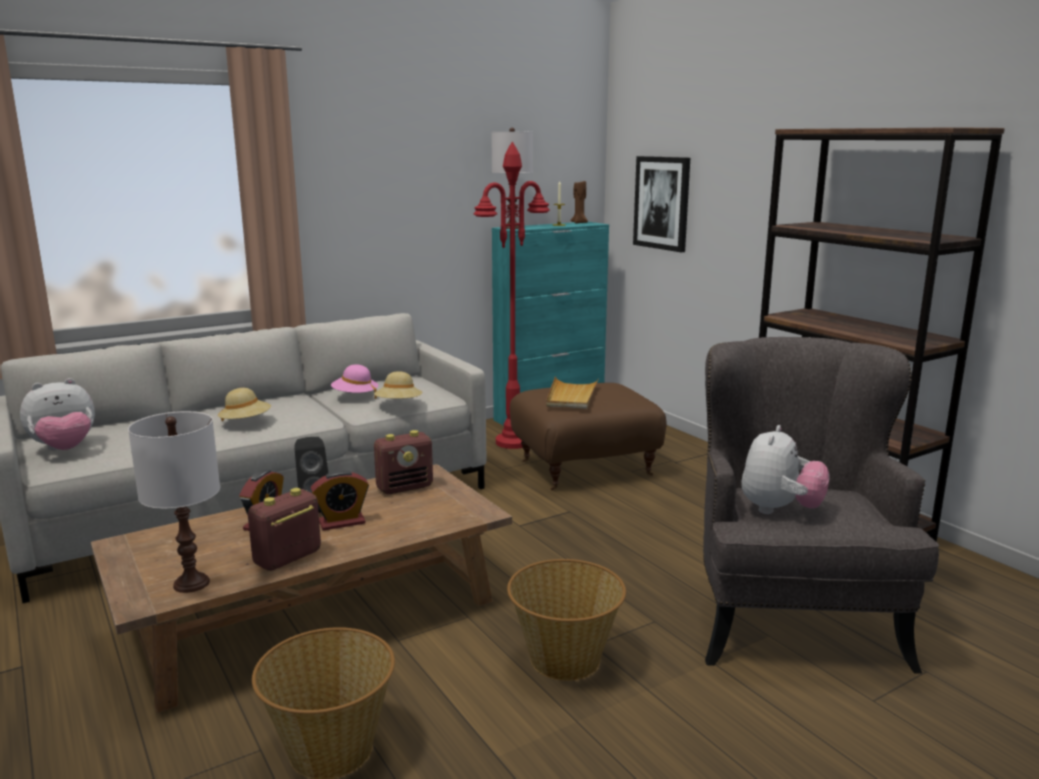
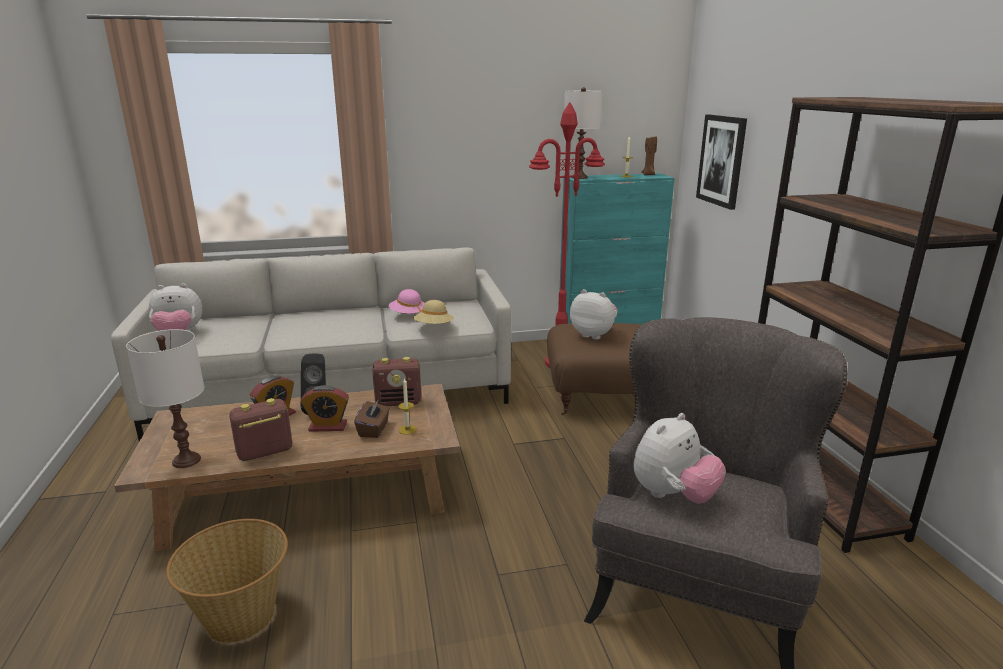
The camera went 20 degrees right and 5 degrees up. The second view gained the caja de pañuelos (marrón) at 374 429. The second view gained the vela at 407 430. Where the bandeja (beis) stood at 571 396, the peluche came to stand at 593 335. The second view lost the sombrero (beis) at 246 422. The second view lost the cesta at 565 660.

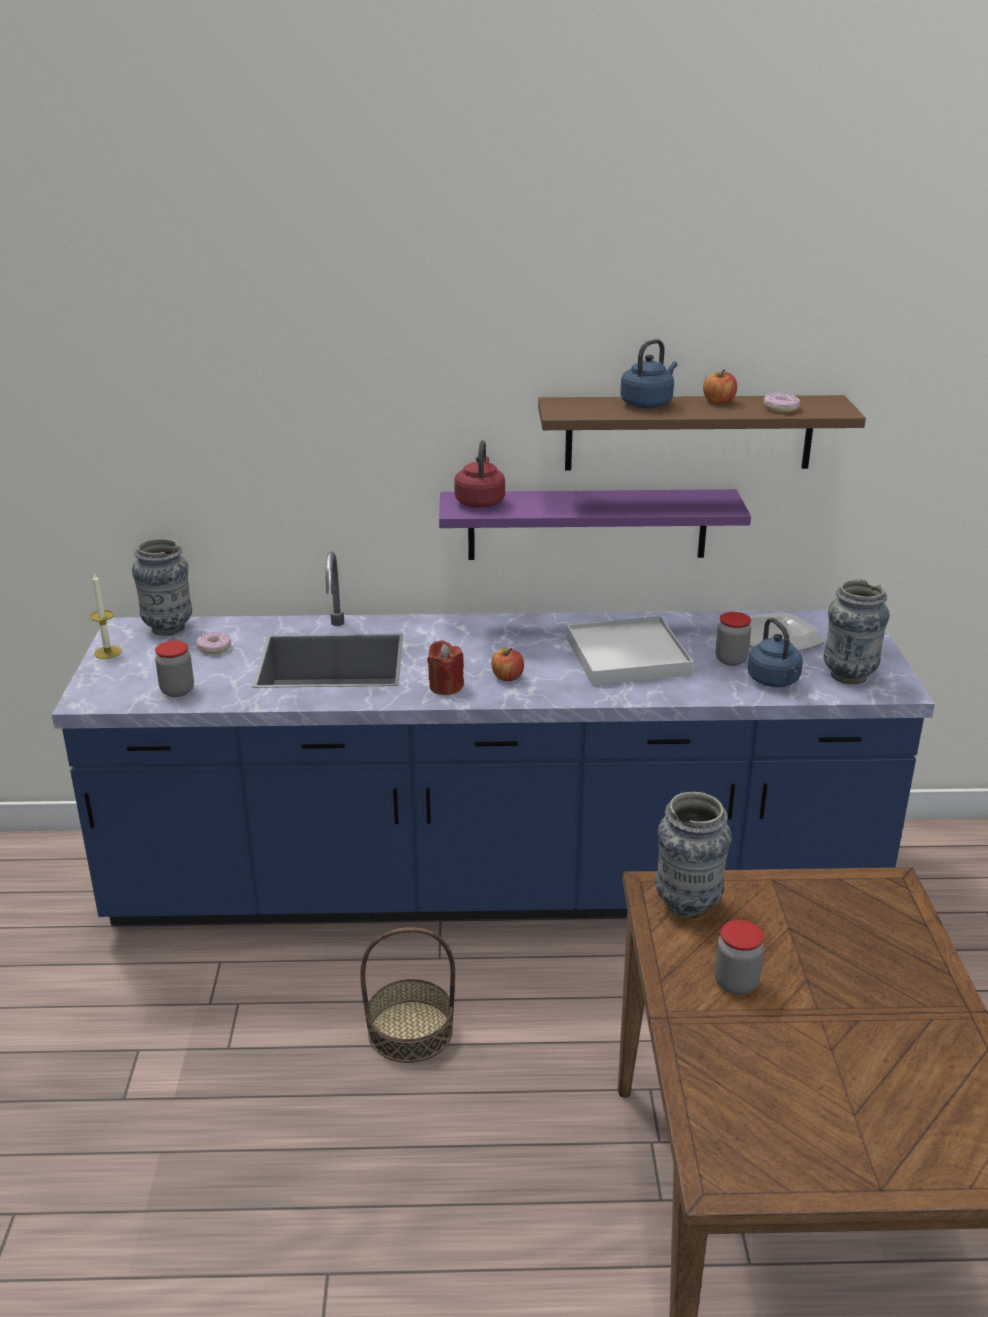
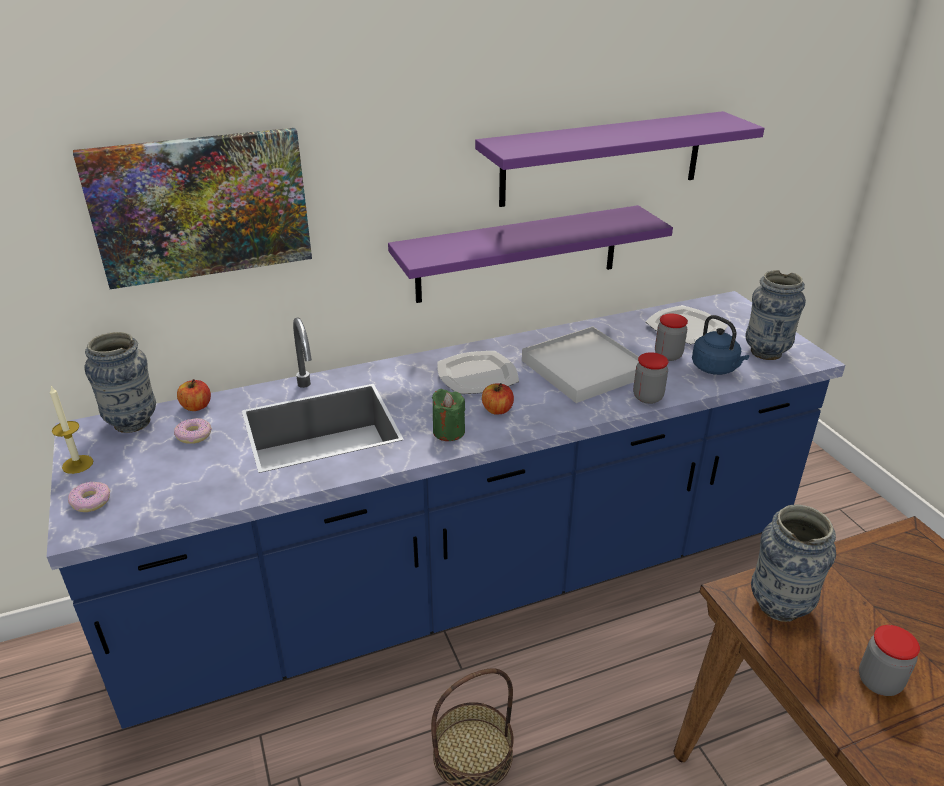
The camera went 20 degrees left and 5 degrees up. The rosquilla ended up elsewhere, having gone from 781 408 to 91 501. The second view gained the cuadro at 201 206. The manzana ended up elsewhere, having gone from 718 402 to 196 406. What was the vela (rojo) at 445 686 turned into the vela (verde) at 448 431. The second view gained the plato at 478 376. What was the estante (marrón) at 689 432 turned into the estante (morado) at 602 159. The tarro ended up elsewhere, having gone from 177 690 to 647 397. The second view lost the hervidor (rojo) at 480 501. The second view lost the hervidor (azul) at 648 404.

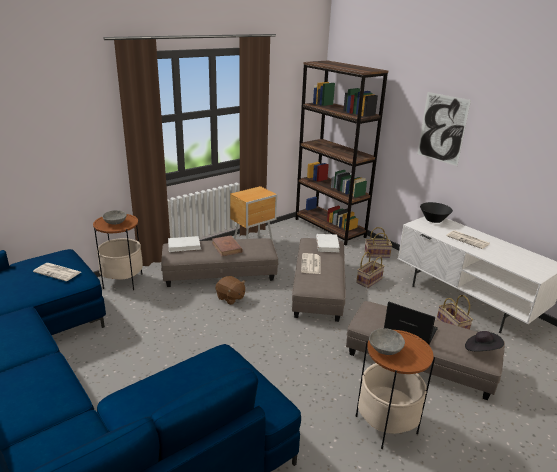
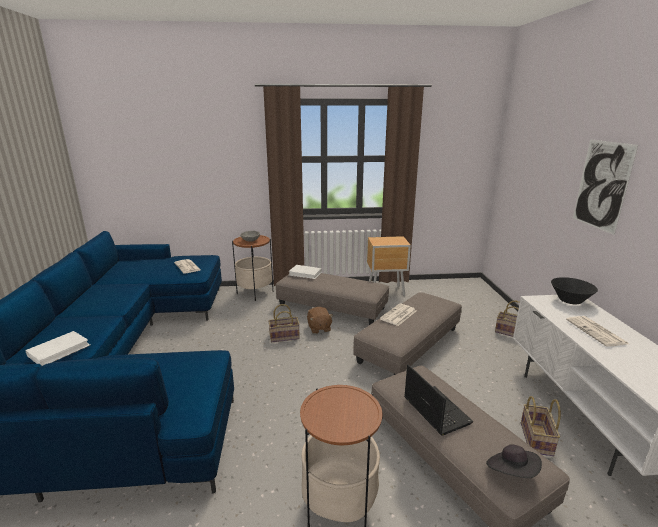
The camera went 35 degrees right and 5 degrees down. The libro (blanco) ended up elsewhere, having gone from 327 244 to 59 350. The cesta ended up elsewhere, having gone from 369 280 to 285 336. The second view lost the libro (marrón) at 226 247. The second view lost the estantería (marrón) at 330 228. The second view lost the cuenco (gris) at 385 349.

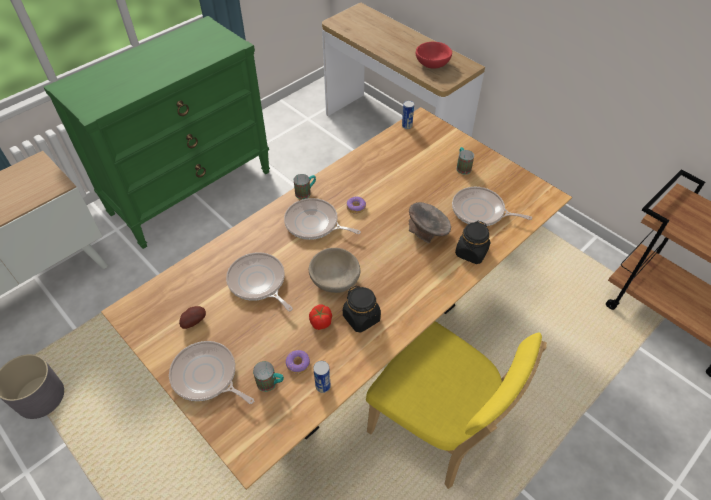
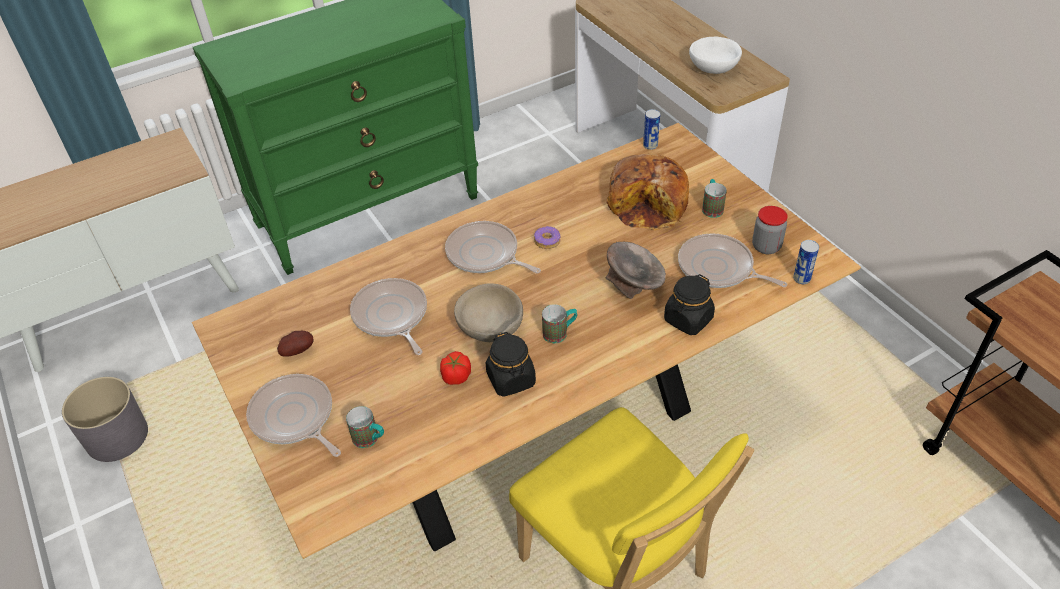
The camera went 15 degrees right and 5 degrees down. The taza grande ended up elsewhere, having gone from 306 192 to 560 333. The second view gained the pan at 649 204. What was the cuenco (rojo) at 432 64 turned into the cuenco (blanco) at 713 68. The second view gained the tarro at 766 247. The lata ended up elsewhere, having gone from 323 386 to 801 278. The second view lost the rosquilla at 298 364.

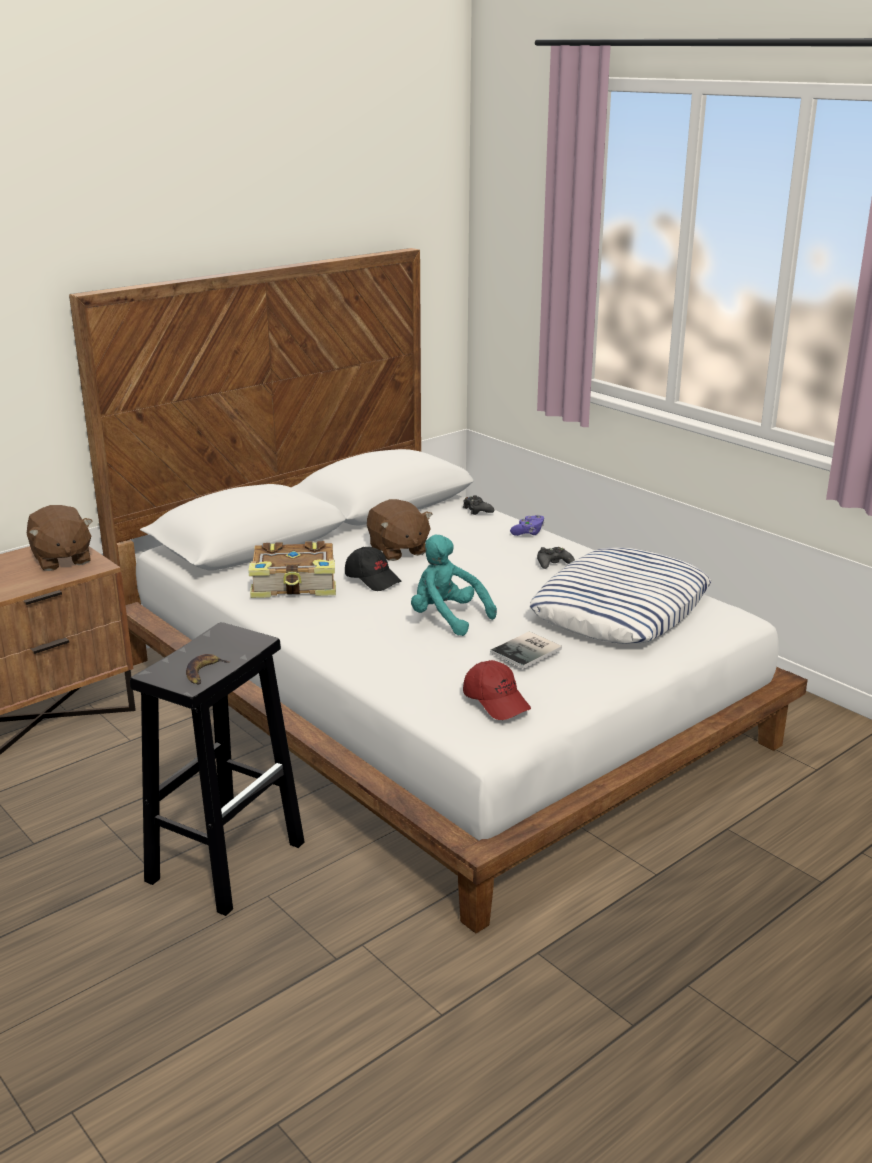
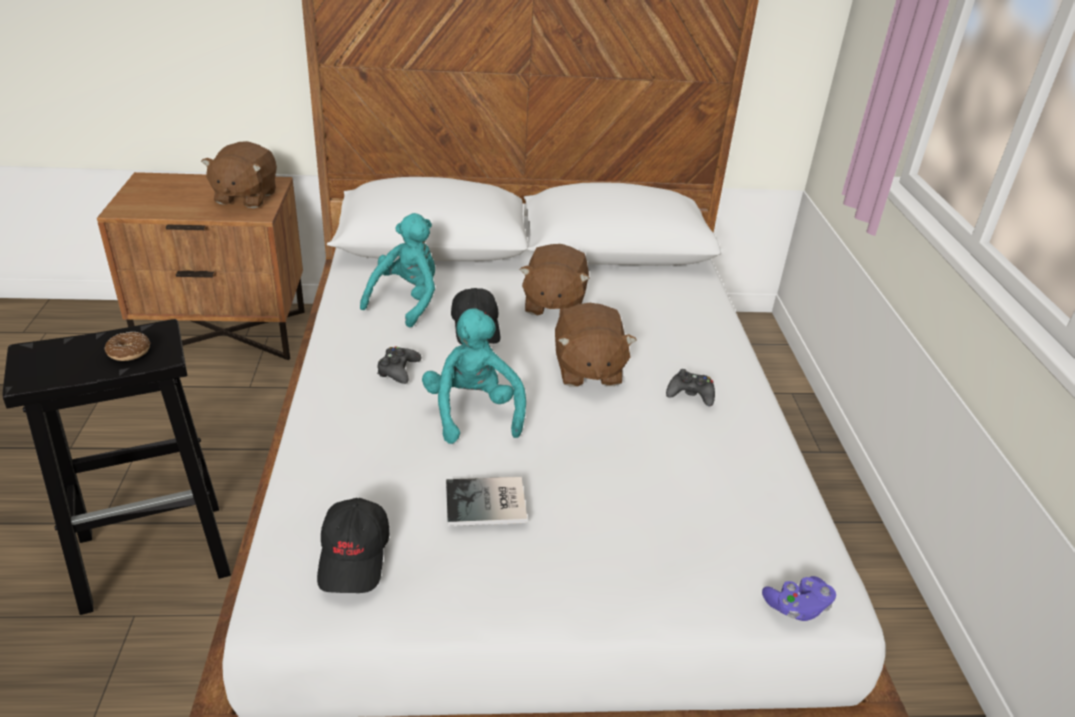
The camera went 35 degrees right and 10 degrees up. The second view gained the rosquilla at 129 352. What was the gorra (rojo) at 496 701 turned into the gorra (negro) at 355 556. Where the libro stood at 295 584, the peluche (turquesa) came to stand at 406 301. The mando de consola (negro) ended up elsewhere, having gone from 477 510 to 398 370. The second view gained the peluche (marrón) at 587 370. The mando de consola (morado) ended up elsewhere, having gone from 528 533 to 796 607. The second view lost the plátano at 204 673. The second view lost the cojín at 620 608.

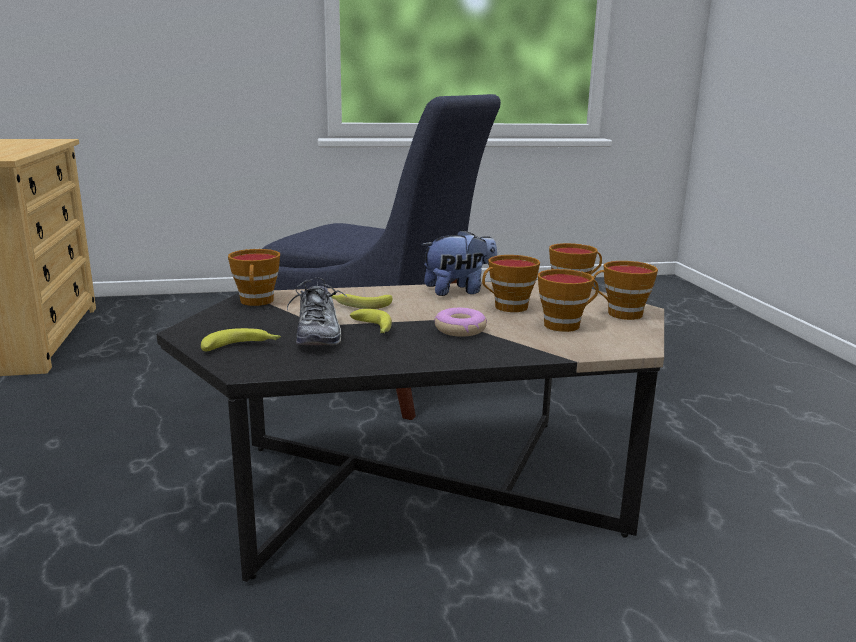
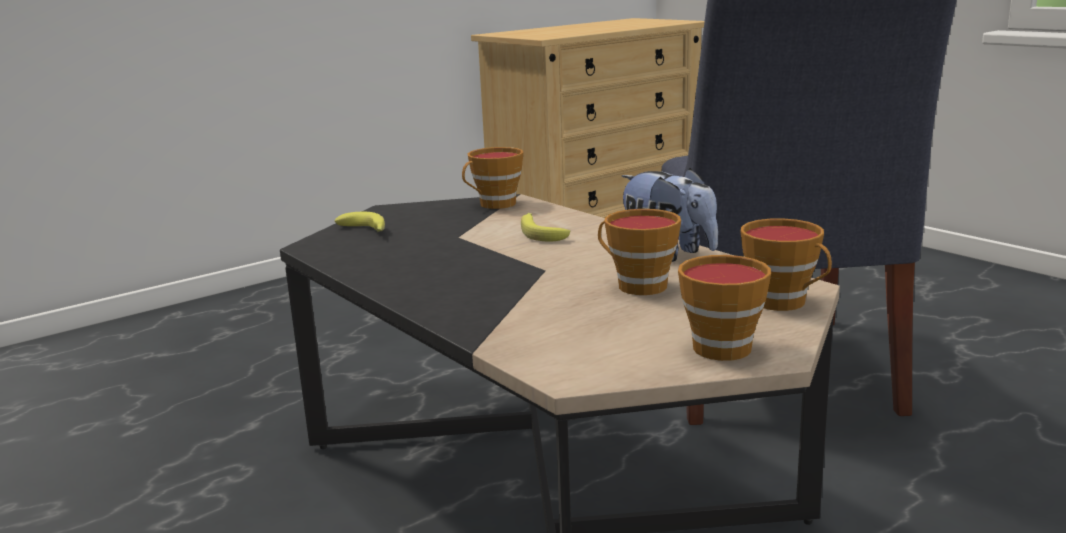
The camera went 65 degrees right and 0 degrees up. The second view lost the zapato at 318 334. The second view lost the plátano at 373 329. The second view lost the rosquilla at 460 330. The second view lost the taza at 565 325.

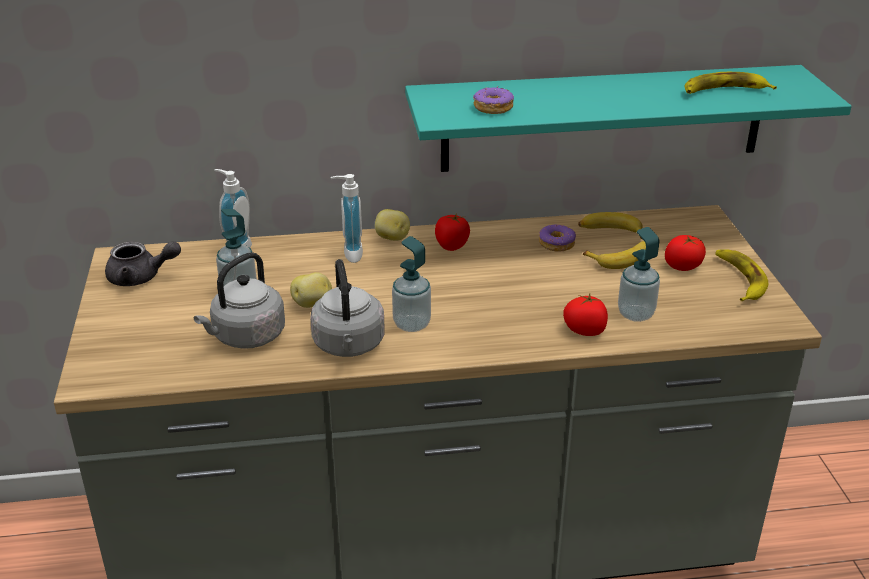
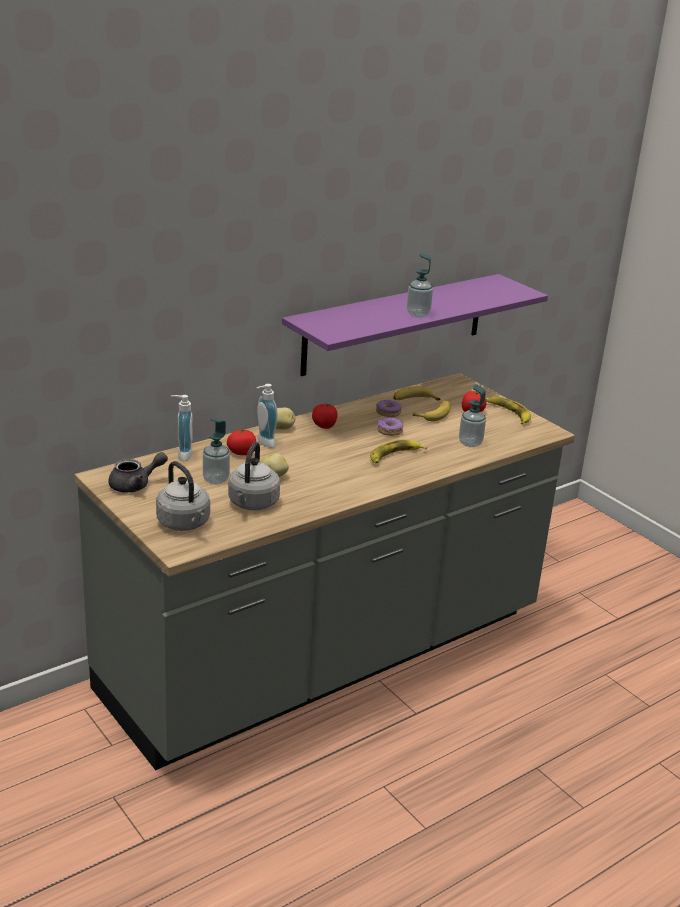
The camera went 30 degrees left and 5 degrees down. The hervidor (gris) ended up elsewhere, having gone from 349 346 to 185 524. The tomate ended up elsewhere, having gone from 585 330 to 242 452. What was the estante (turquesa) at 603 118 turned into the estante (morado) at 394 324. The plátano ended up elsewhere, having gone from 724 91 to 394 456. The rosquilla ended up elsewhere, having gone from 493 108 to 389 431. The dispensador de jabón ended up elsewhere, having gone from 412 324 to 418 313.

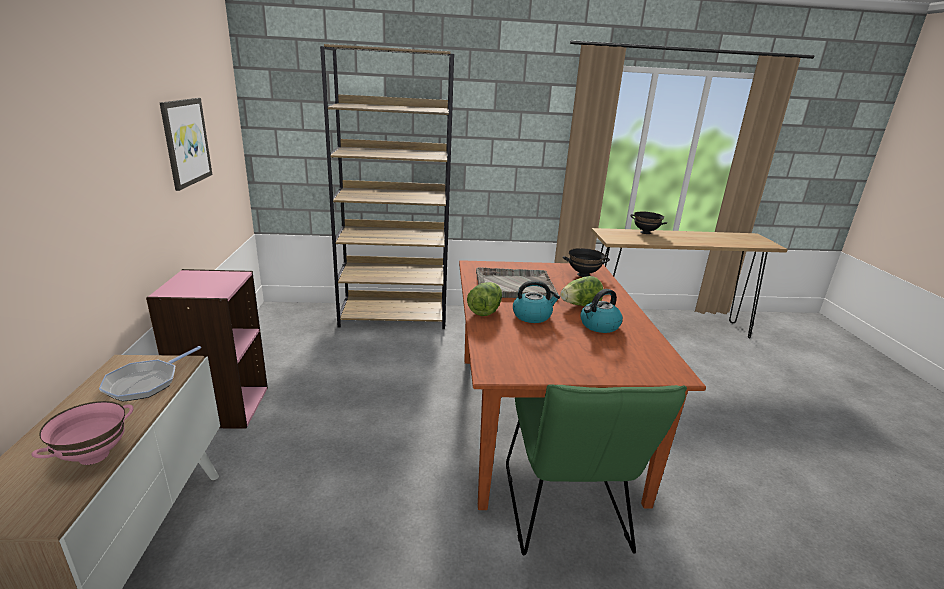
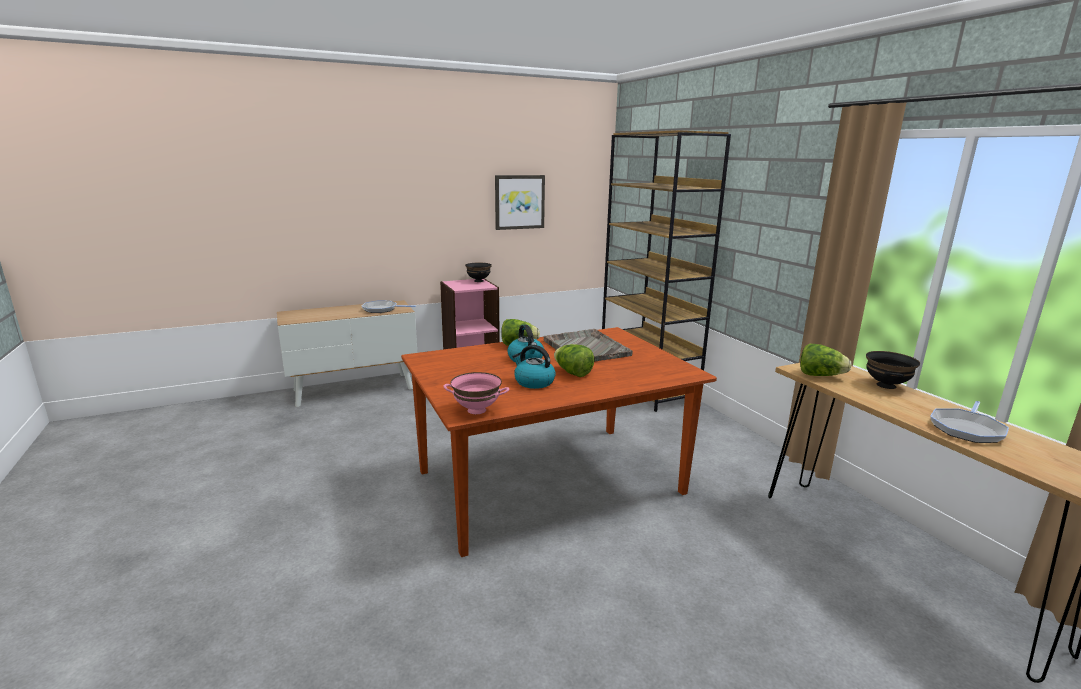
The camera went 70 degrees right and 5 degrees down. The cuenco (rosa) ended up elsewhere, having gone from 94 456 to 476 410. The cuenco (negro) ended up elsewhere, having gone from 583 275 to 478 281. The second view gained the lechuga at 820 375. The second view gained the sartén at 966 429. The second view lost the silla (verde) at 566 514.

